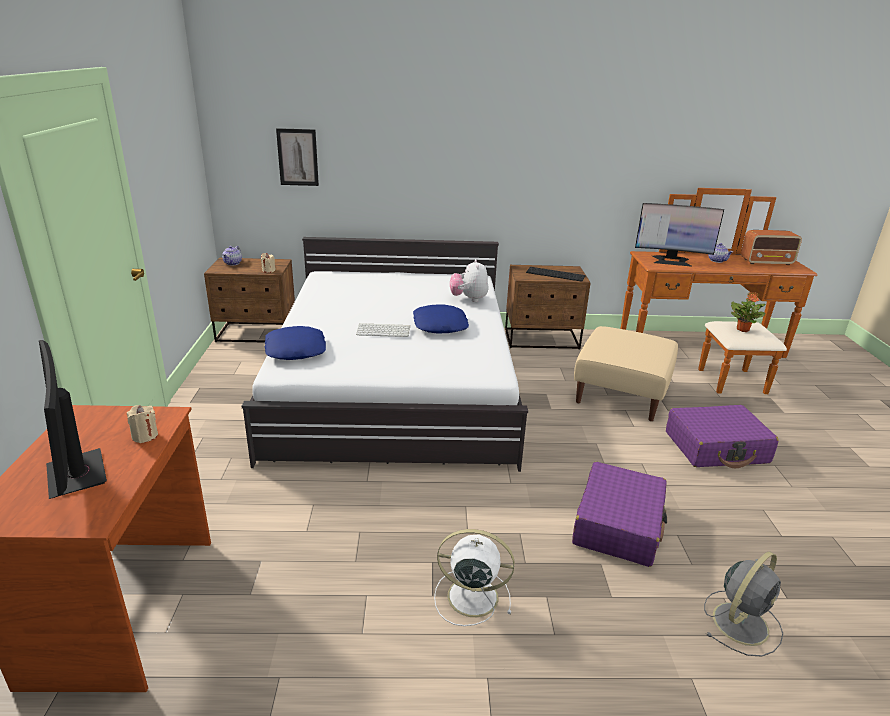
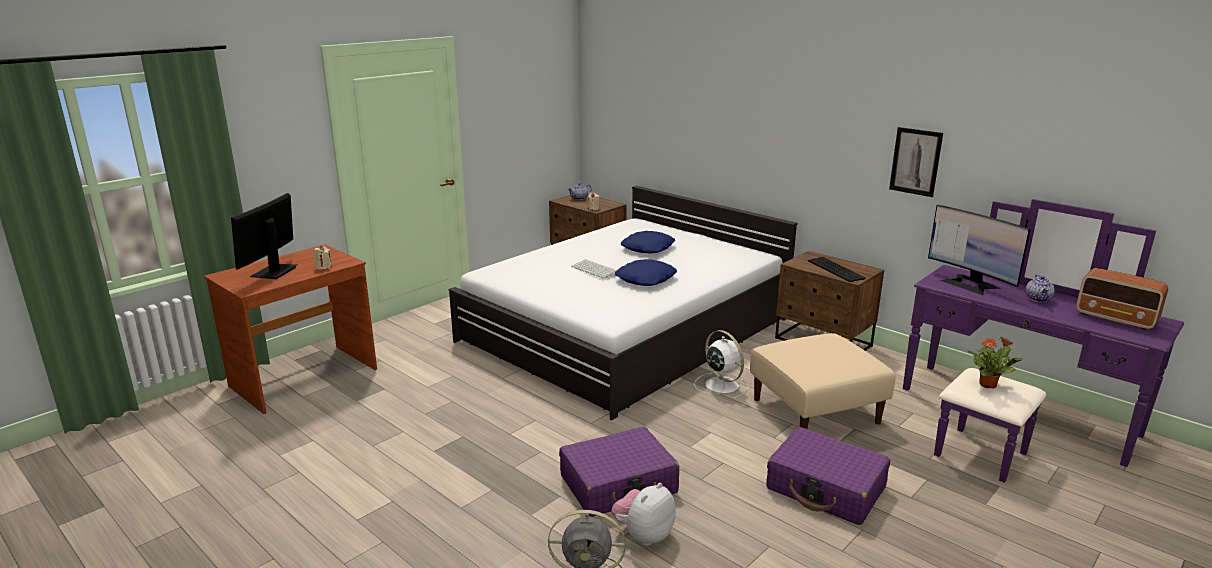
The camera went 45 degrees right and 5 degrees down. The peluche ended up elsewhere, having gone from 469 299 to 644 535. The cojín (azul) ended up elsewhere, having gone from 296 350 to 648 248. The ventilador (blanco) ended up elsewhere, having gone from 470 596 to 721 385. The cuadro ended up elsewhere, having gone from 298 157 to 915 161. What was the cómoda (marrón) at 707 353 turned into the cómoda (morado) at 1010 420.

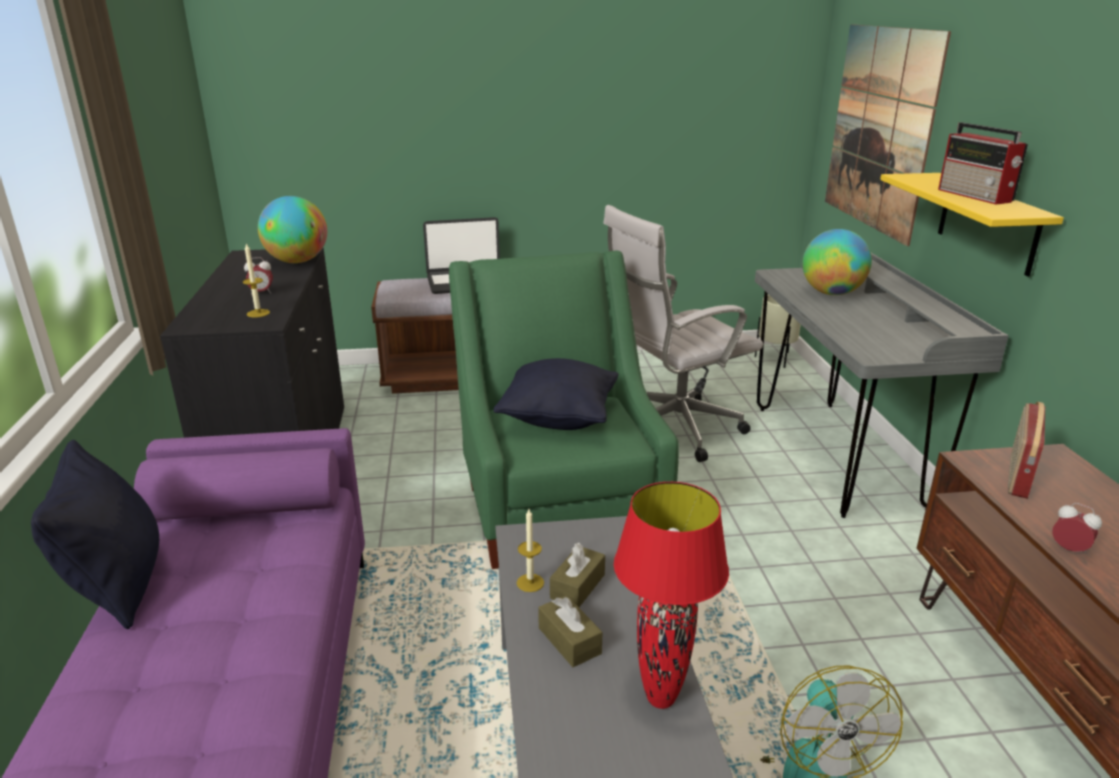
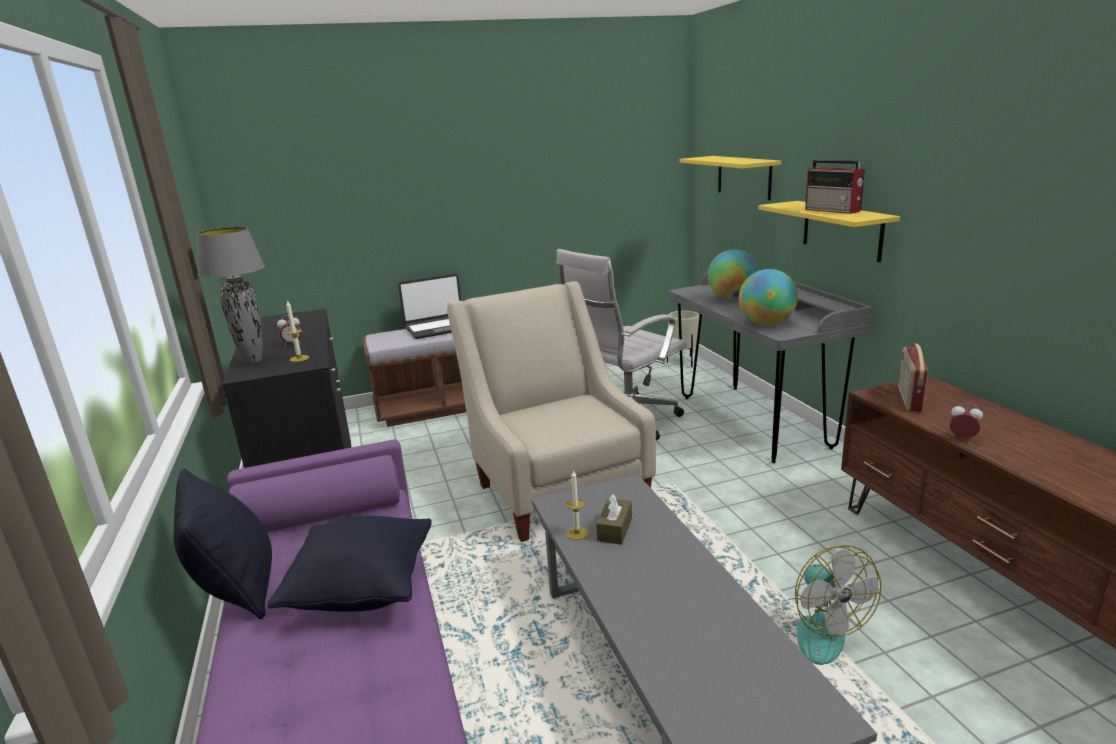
The camera went 10 degrees left and 5 degrees down. The second view gained the lámpara de mesa (gris) at 253 362. The cojín (negro) ended up elsewhere, having gone from 558 418 to 362 590. What was the sillón (verde) at 558 505 turned into the sillón (beis) at 556 487. Where the cuadro hung at 880 129, the estante (amarillo) came to hang at 744 177. The globo terráqueo ended up elsewhere, having gone from 297 261 to 766 324. The second view lost the caja de pañuelos (marrón) at 569 641. The second view lost the lámpara de mesa (rojo) at 661 699.

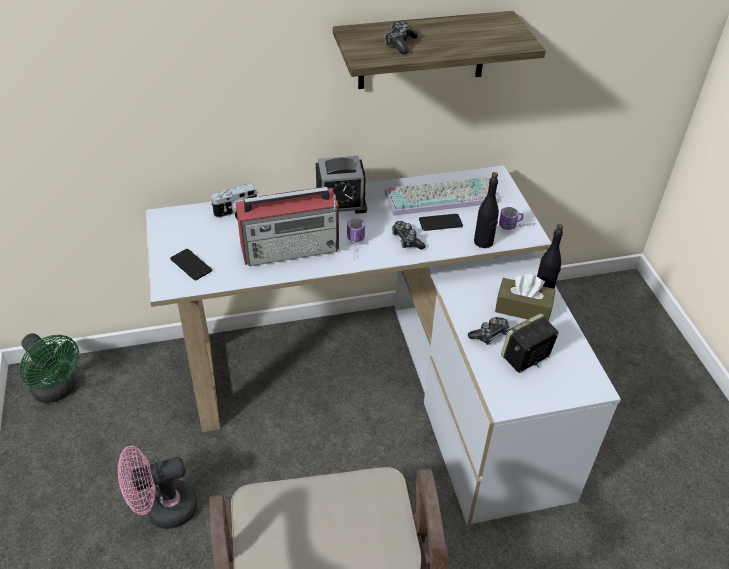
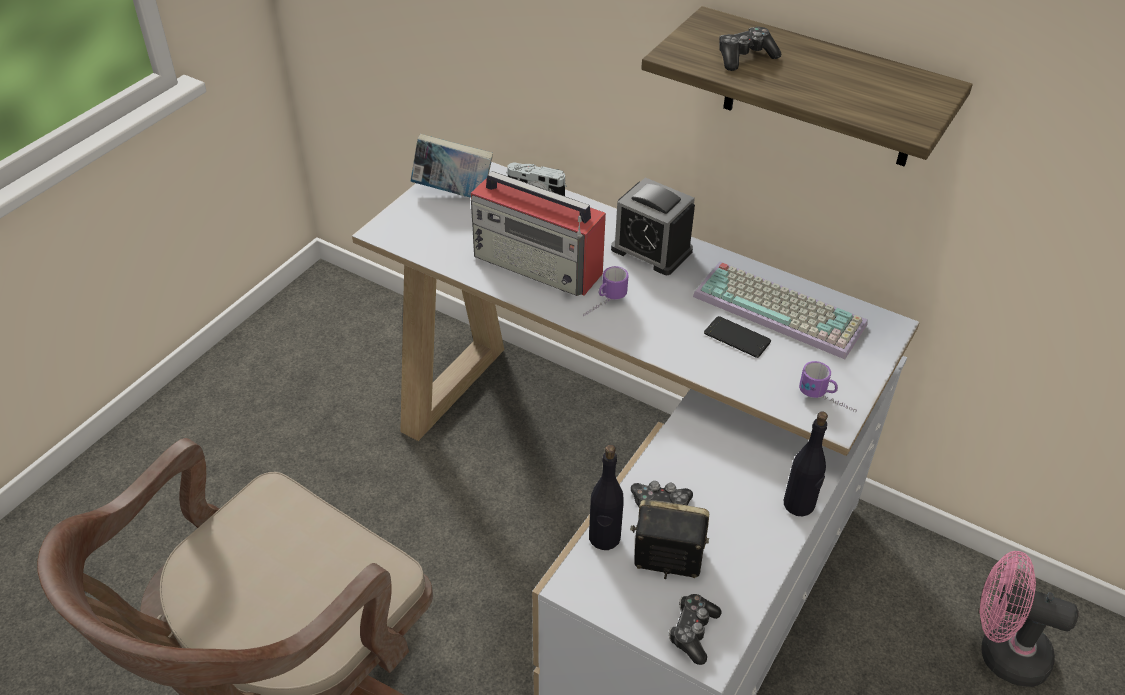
The camera went 45 degrees right and 0 degrees up. The second view gained the libro at 453 193. The botella (negro) ended up elsewhere, having gone from 483 242 to 604 538. The mando de consola ended up elsewhere, having gone from 406 240 to 693 632. The ventilador (rosa) ended up elsewhere, having gone from 163 510 to 1002 652. The second view lost the ventilador (verde) at 58 390. The second view lost the móvil at 191 265. The second view lost the caja de pañuelos (marrón) at 523 308.

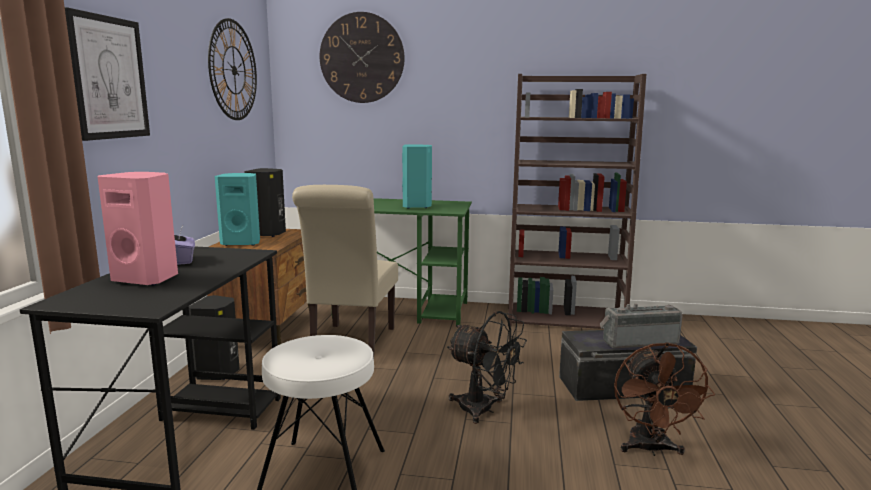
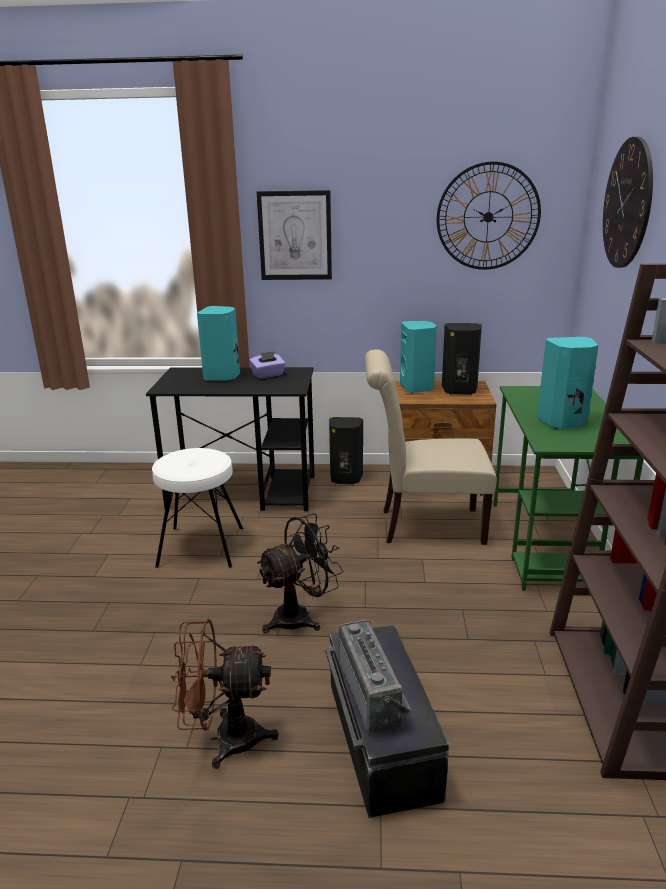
The camera went 85 degrees right and 10 degrees up. What was the altavoz (rosa) at 147 278 turned into the altavoz (turquesa) at 223 376. The ventilador (negro) at 484 410 ended up facing another way, 150 degrees counterclockwise from before.

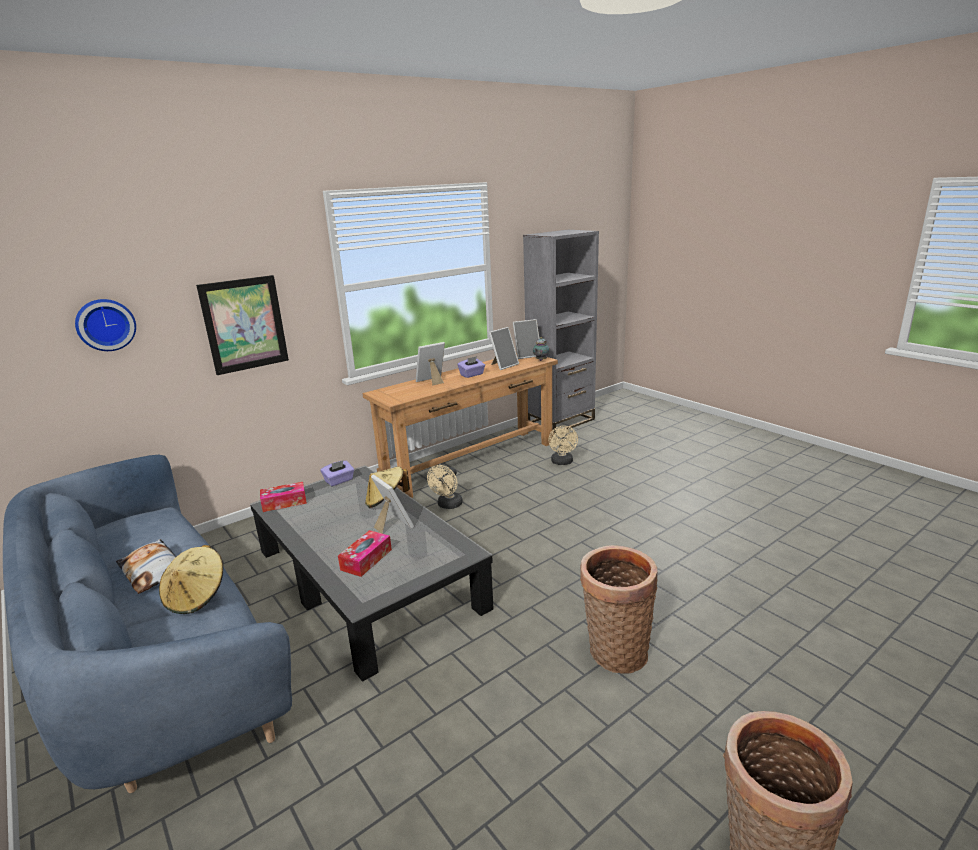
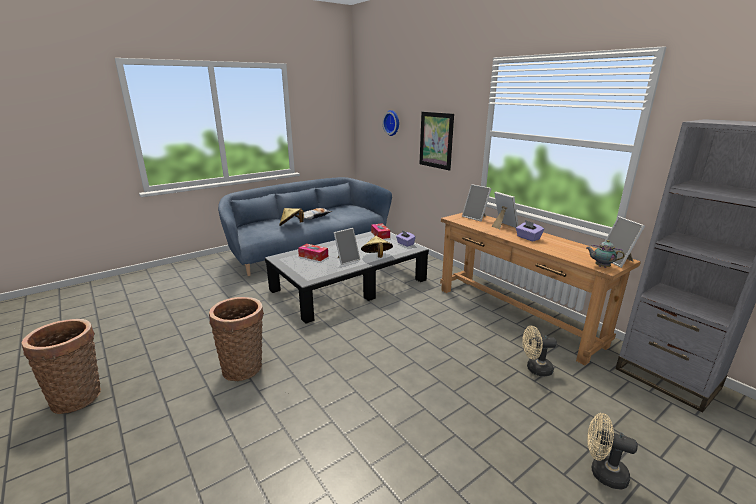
The camera went 90 degrees right and 0 degrees up. The portarretratos ended up elsewhere, having gone from 503 365 to 476 217. The ventilador (beis) ended up elsewhere, having gone from 448 505 to 602 472.

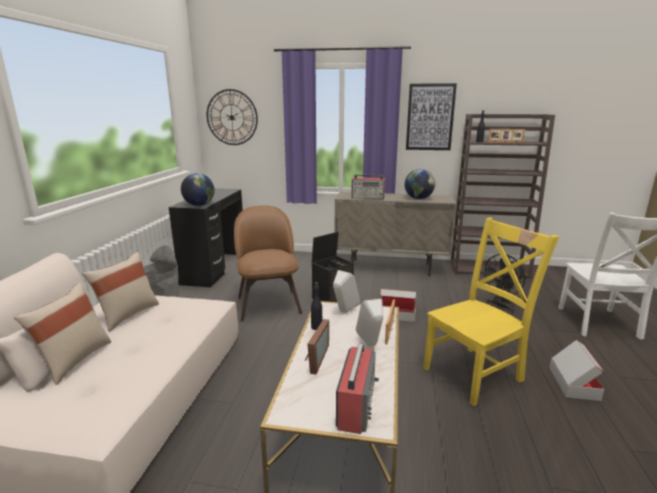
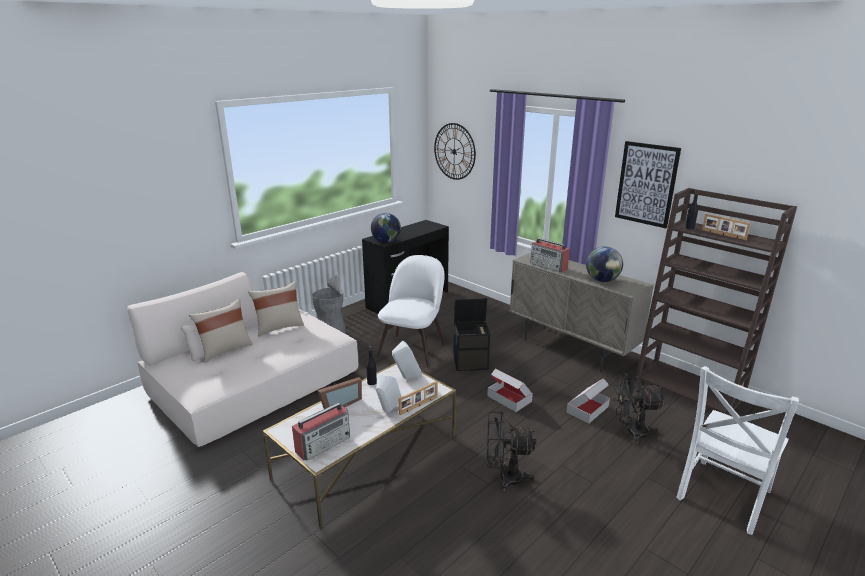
The camera went 35 degrees right and 5 degrees up. What was the silla (marrón) at 268 303 turned into the silla (blanco) at 413 348. Where the silla (amarillo) stood at 475 373, the ventilador (negro) came to stand at 505 477. The caja de cartón ended up elsewhere, having gone from 573 383 to 587 409.

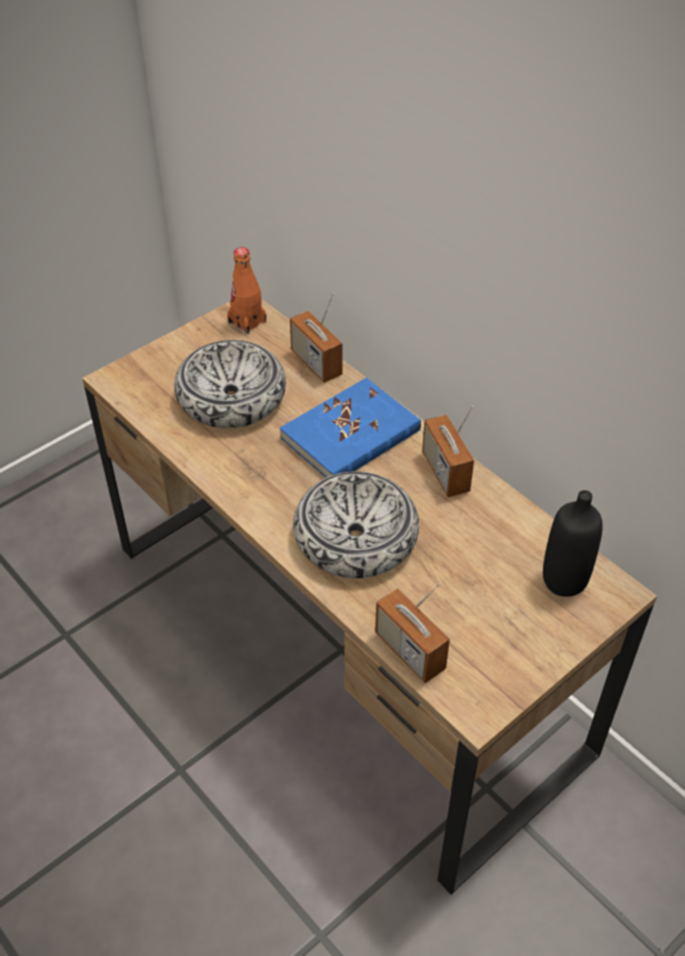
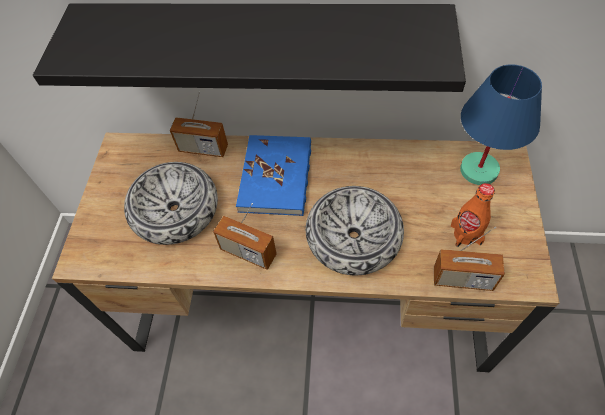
The camera went 40 degrees left and 10 degrees up. The second view gained the estante (negro) at 261 38. The radio ended up elsewhere, having gone from 445 472 to 248 252. The botella (naranja) ended up elsewhere, having gone from 247 322 to 466 234. Where the botella (negro) stood at 564 580, the lámpara de mesa (azul) came to stand at 479 170.

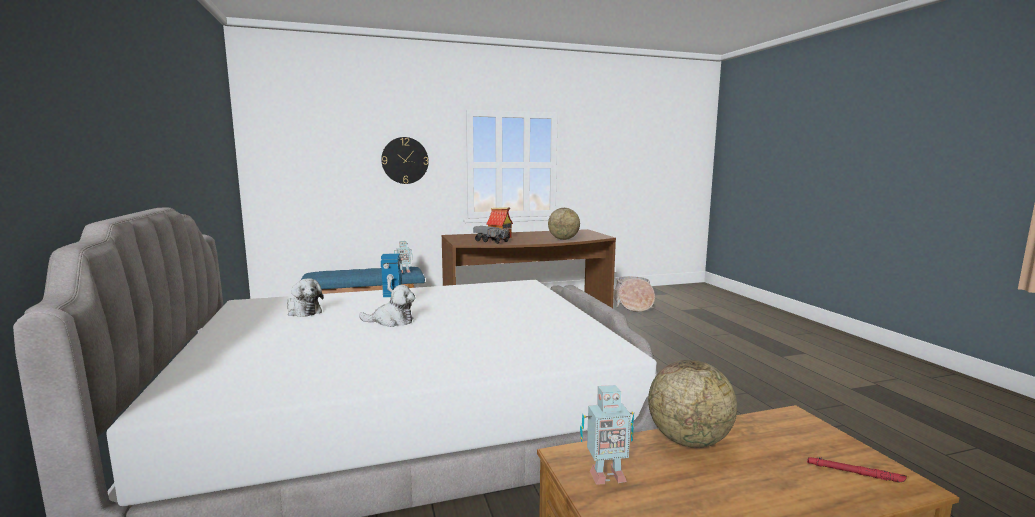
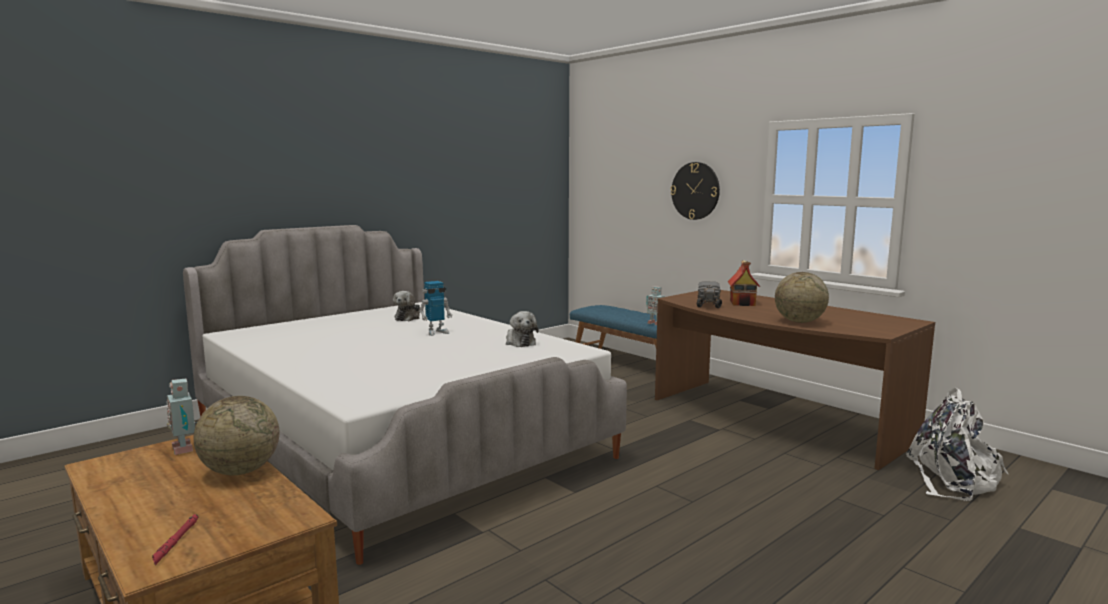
The camera went 65 degrees right and 0 degrees up. The peluche ended up elsewhere, having gone from 391 321 to 519 342. Where the cesta stood at 632 304, the mochila (blanco) came to stand at 952 480.

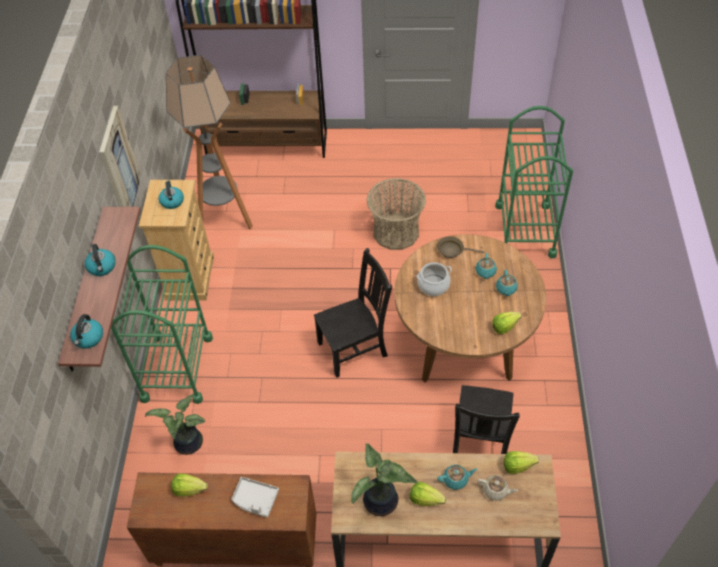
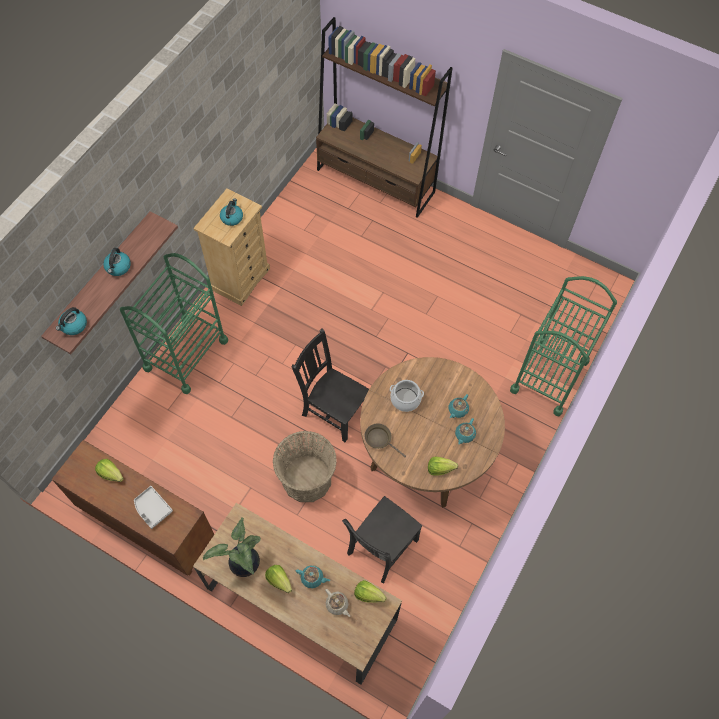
The camera went 25 degrees right and 10 degrees up. The cesta ended up elsewhere, having gone from 396 232 to 307 479. The silla (negro) at 355 348 ended up facing another way, 150 degrees counterclockwise from before. The sartén (marrón) ended up elsewhere, having gone from 452 250 to 380 439. The second view lost the cuadro at 119 165. The second view lost the planta en maceta at 187 444. The second view lost the lámpara de pie at 225 220.

